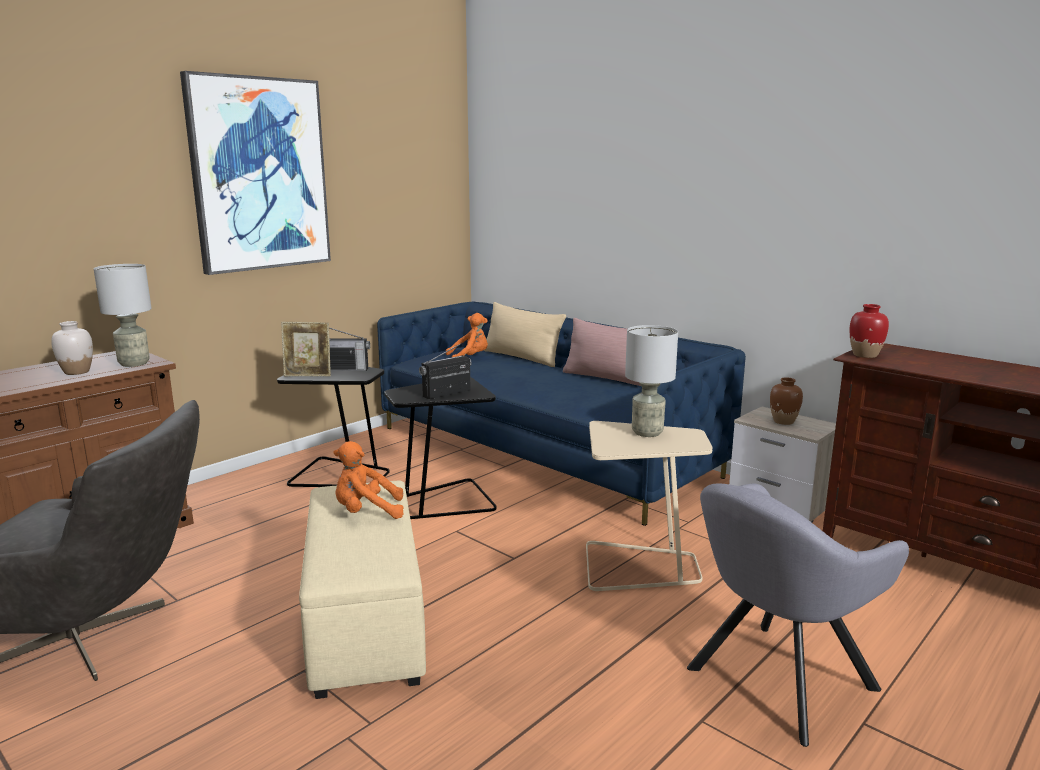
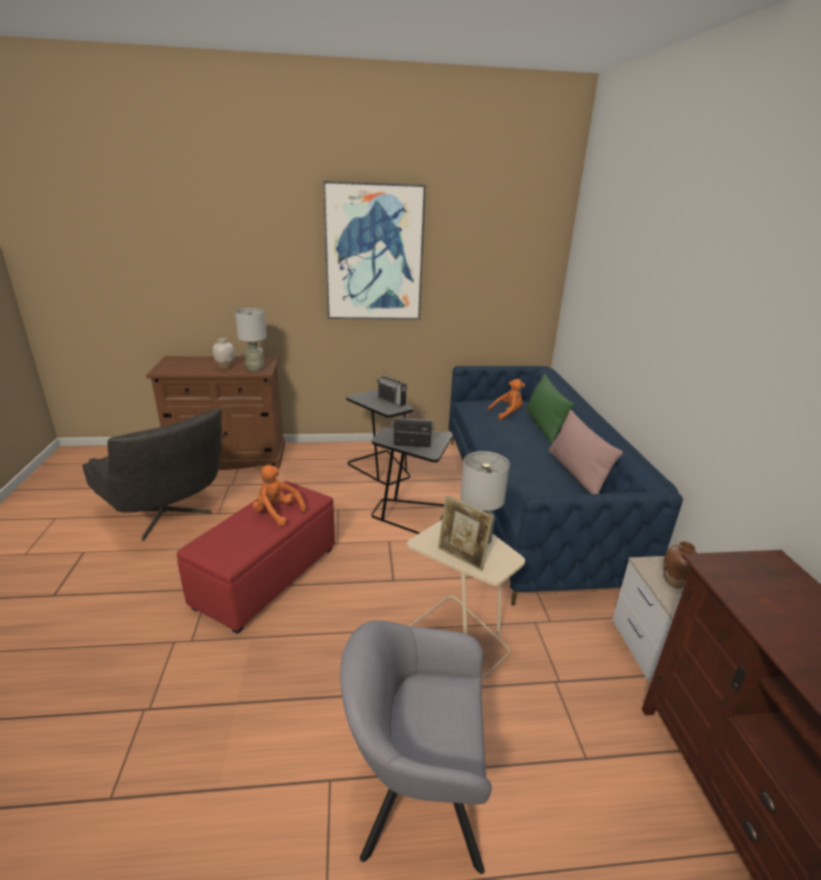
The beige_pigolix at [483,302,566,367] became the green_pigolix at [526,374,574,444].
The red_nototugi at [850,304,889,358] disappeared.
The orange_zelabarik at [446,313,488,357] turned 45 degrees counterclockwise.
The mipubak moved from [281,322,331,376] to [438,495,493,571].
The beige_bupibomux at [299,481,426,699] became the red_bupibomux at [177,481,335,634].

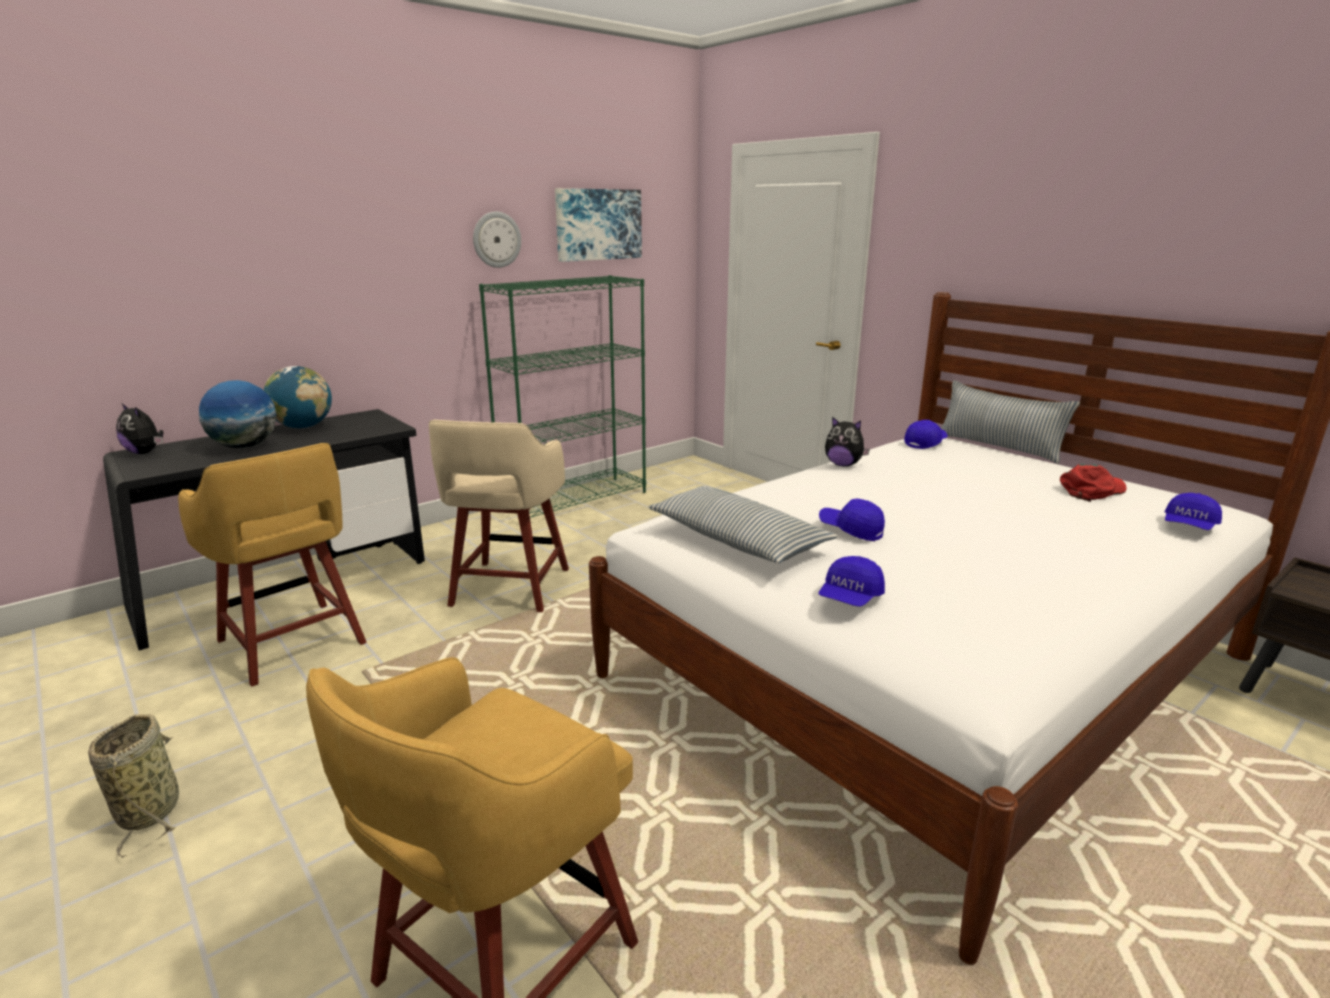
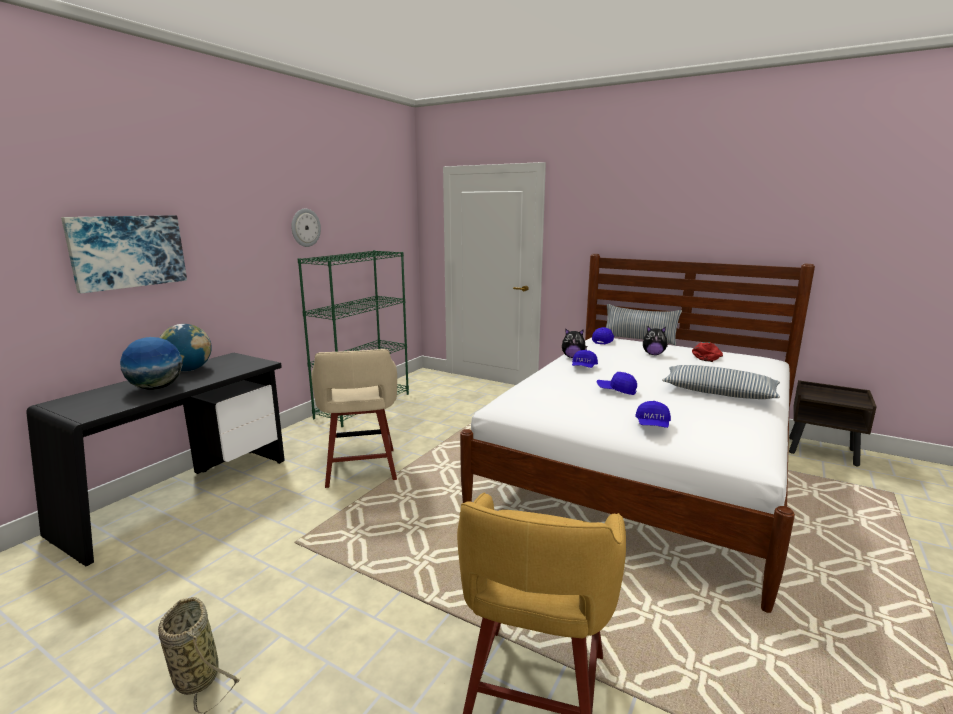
The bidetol moved from [555,188,642,262] to [61,215,187,293].
The zelabarik moved from [116,404,163,454] to [643,326,668,355].
The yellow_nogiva at [178,443,367,686] disappeared.
The pigolix moved from [648,486,838,563] to [662,365,780,399].
The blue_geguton moved from [1165,493,1222,530] to [572,350,598,368].

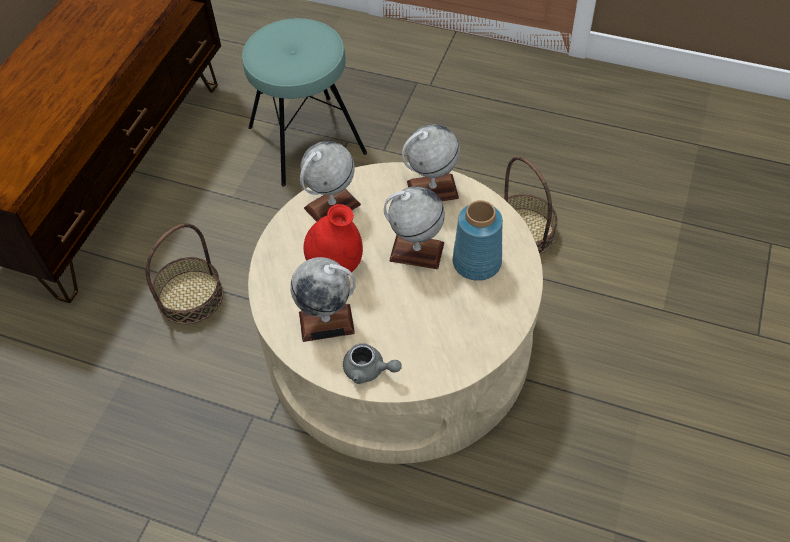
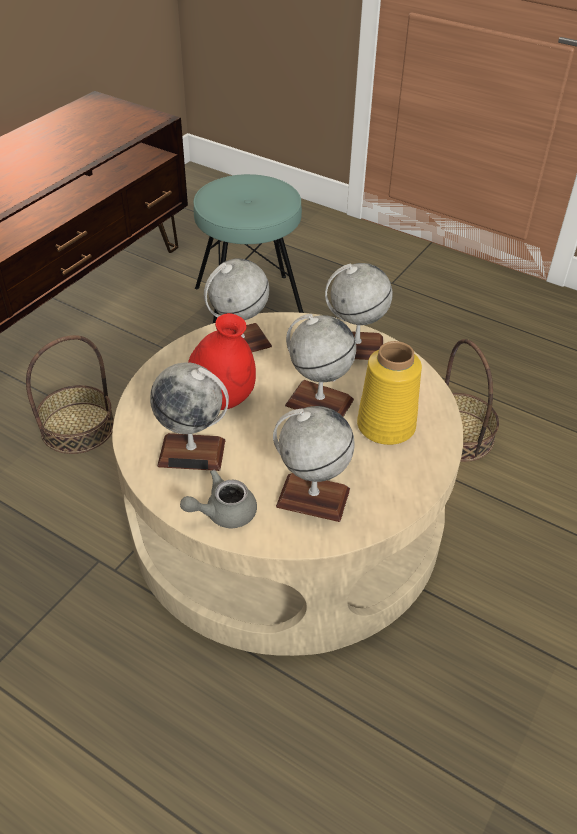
The blue_nototugi at [453,200,503,281] became the yellow_nototugi at [357,341,422,445].
The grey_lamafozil at [343,343,402,384] turned 120 degrees clockwise.
The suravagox at [273,406,355,522] appeared.

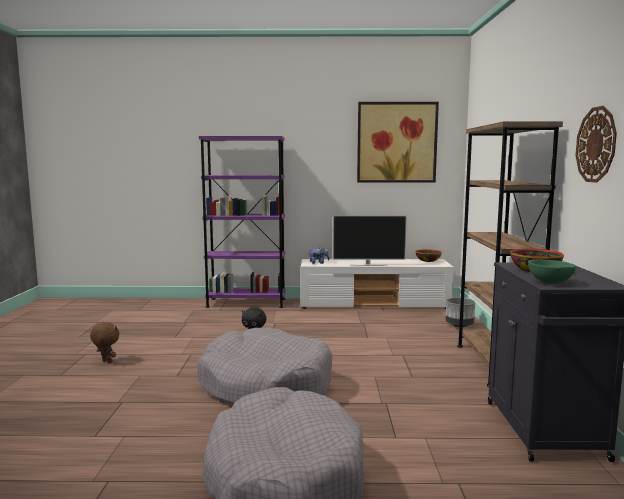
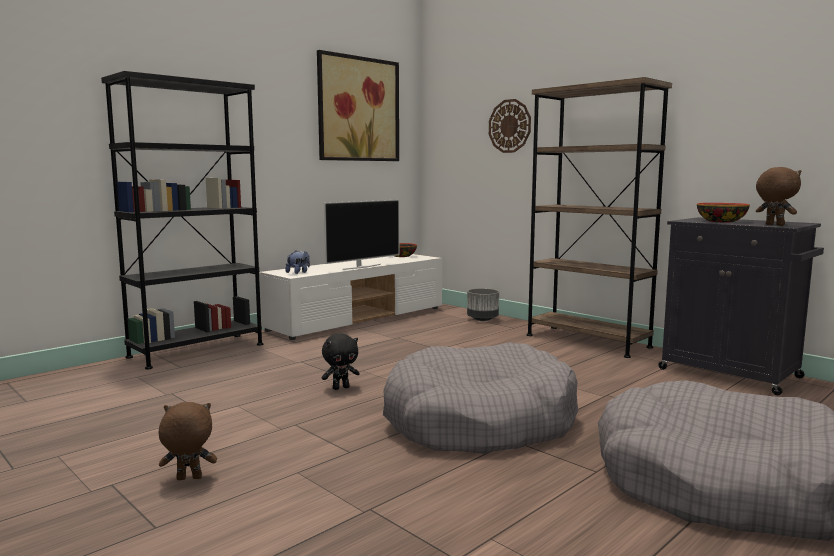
The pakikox moved from [575,106,617,183] to [489,99,531,153].
The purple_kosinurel at [199,136,286,308] became the black_kosinurel at [101,71,263,369].
The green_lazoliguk at [528,260,577,284] was replaced by the brown_zelabarik at [756,167,801,226].

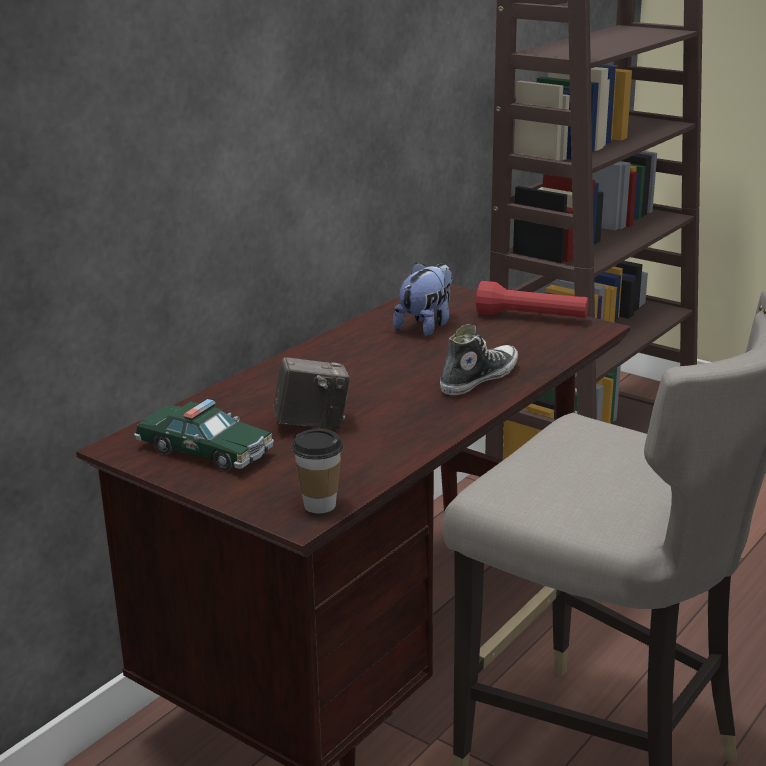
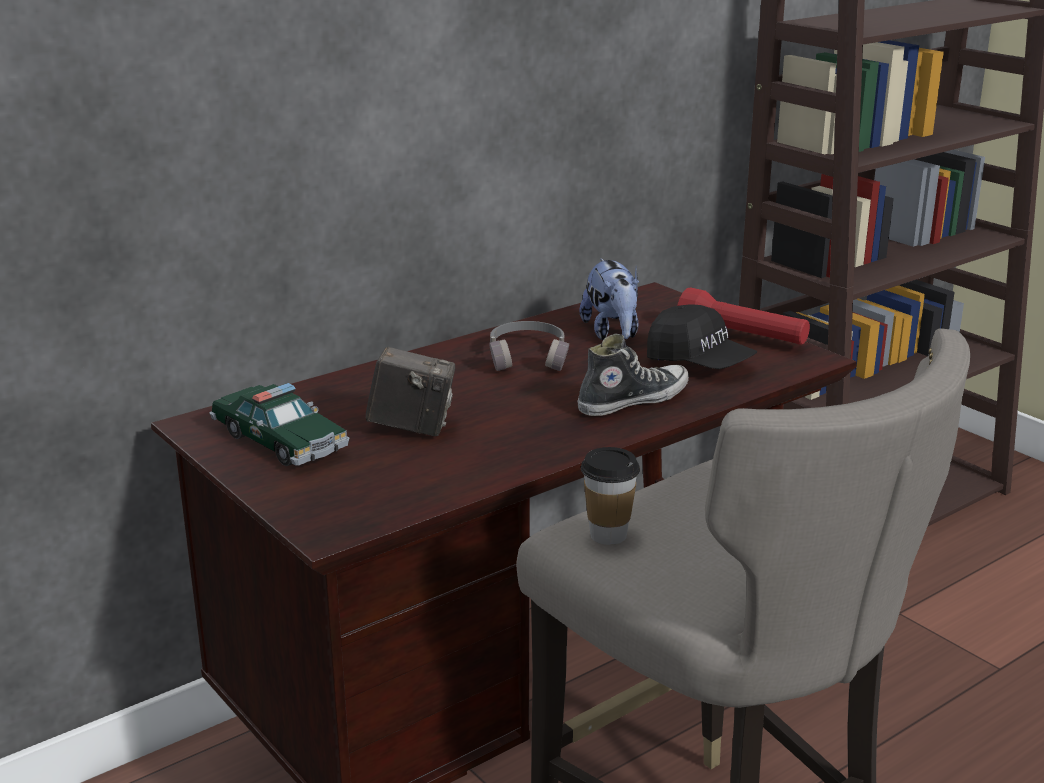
The zelabarik at [393,262,452,336] turned 120 degrees clockwise.
The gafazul moved from [292,429,343,513] to [581,447,640,545].
The black_geguton at [647,305,757,369] appeared.
The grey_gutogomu at [489,321,569,371] appeared.

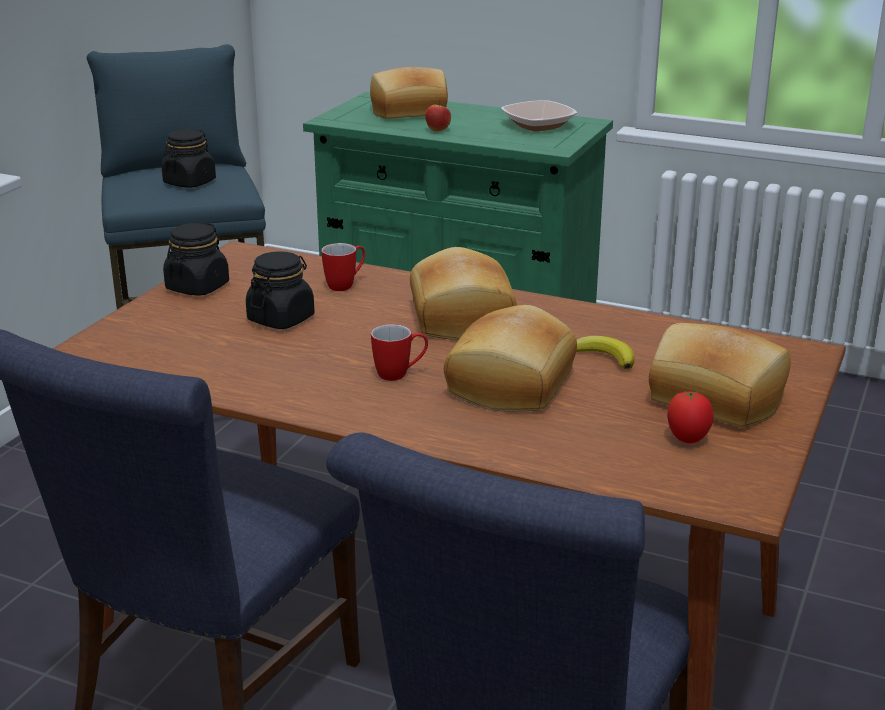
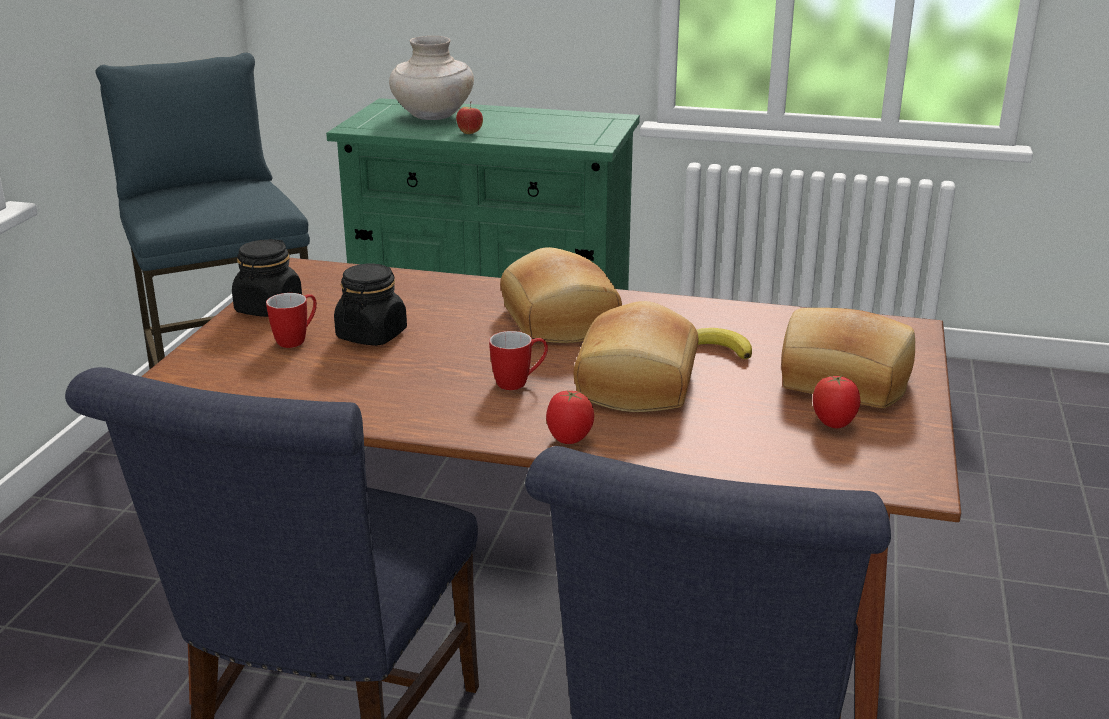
The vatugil at [370,67,448,119] was replaced by the beige_nototugi at [389,36,474,120].
The lazoliguk at [501,100,577,131] disappeared.
The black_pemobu at [162,129,216,188] disappeared.
The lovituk moved from [321,243,365,291] to [266,293,317,348].
The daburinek at [546,391,594,444] appeared.

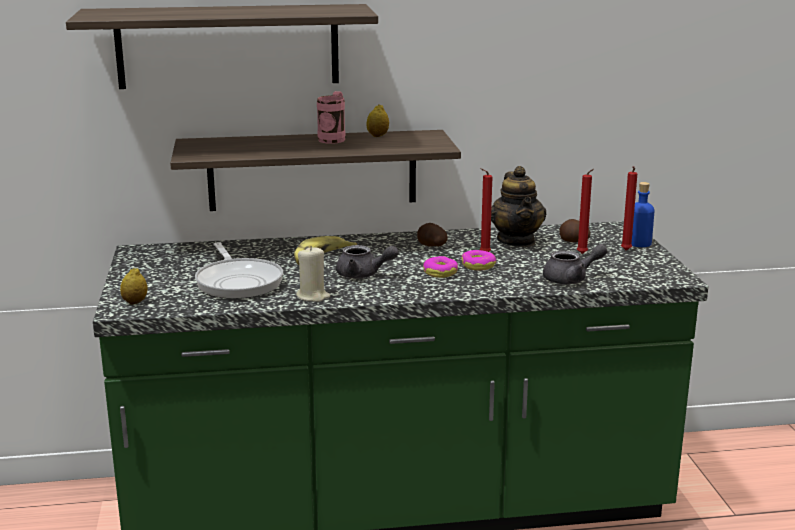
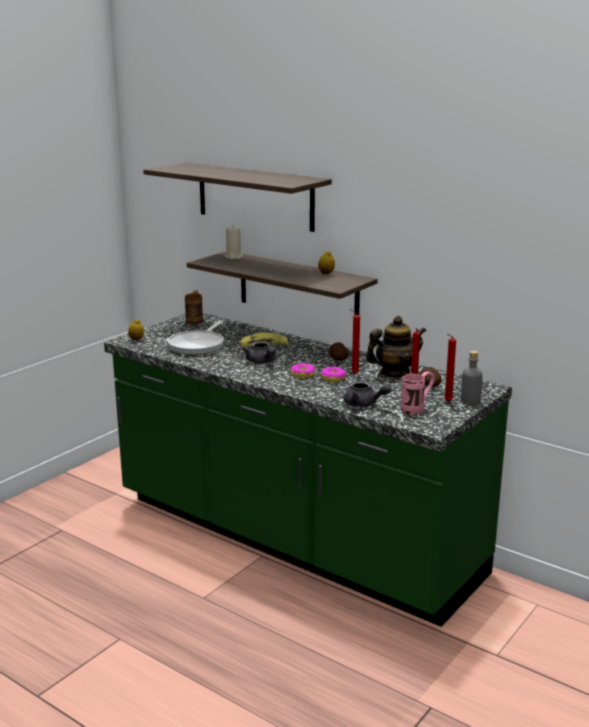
The pink_lovituk moved from [317,91,345,144] to [401,372,435,415].
The lamafozil at [491,166,546,247] turned 150 degrees counterclockwise.
The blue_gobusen at [632,182,655,247] became the grey_gobusen at [461,351,483,405].
The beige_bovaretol moved from [296,246,330,302] to [225,226,243,259].
The brown_lovituk at [185,290,203,324] appeared.

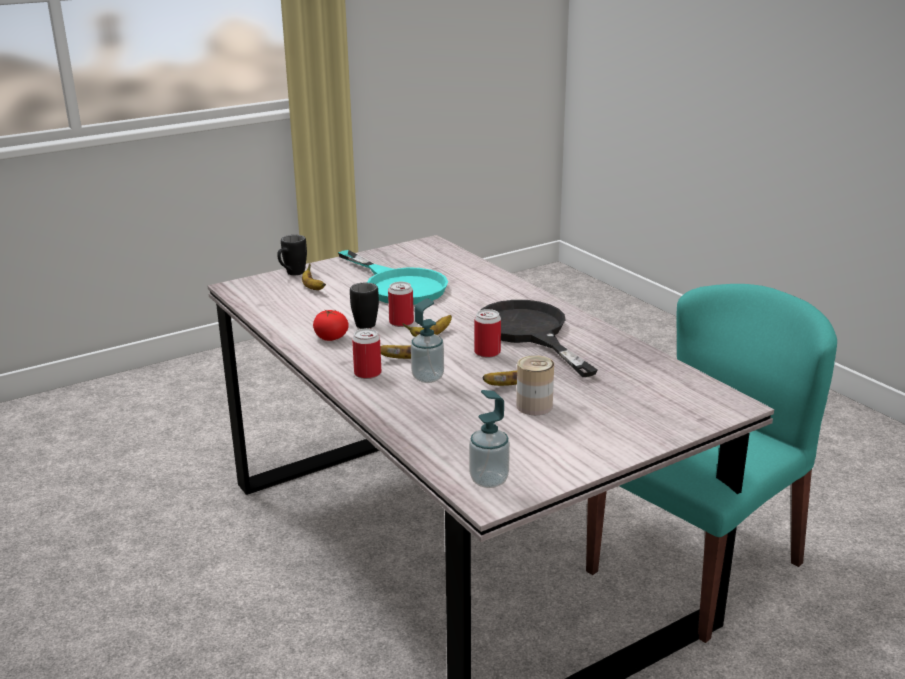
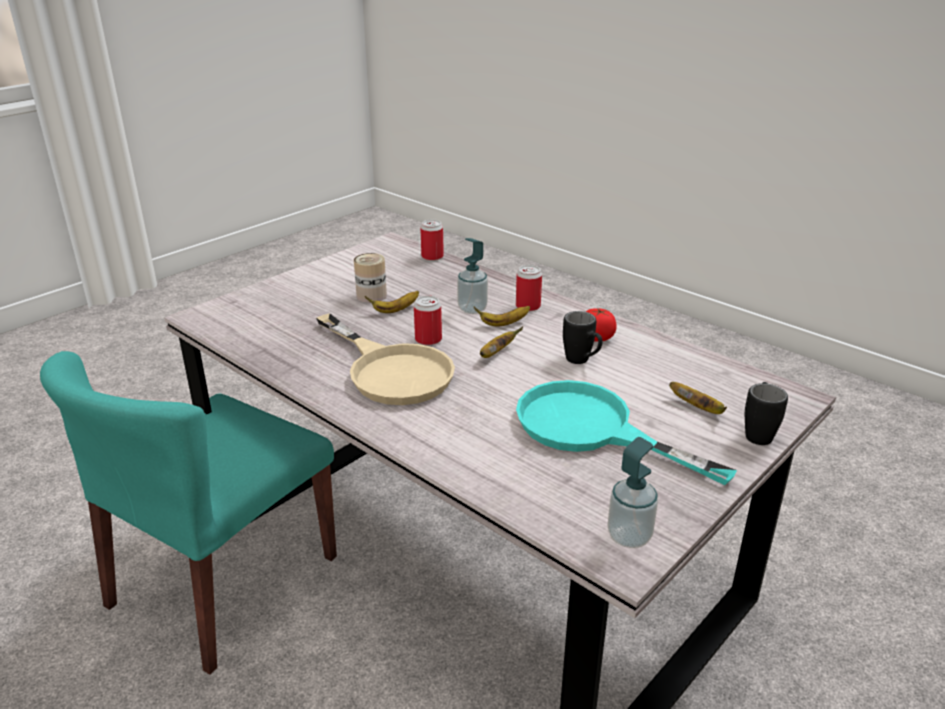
The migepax moved from [388,282,414,327] to [420,219,444,261].
The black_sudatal at [481,300,598,377] became the beige_sudatal at [316,313,455,405].
The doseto moved from [469,390,510,488] to [607,437,658,548].

